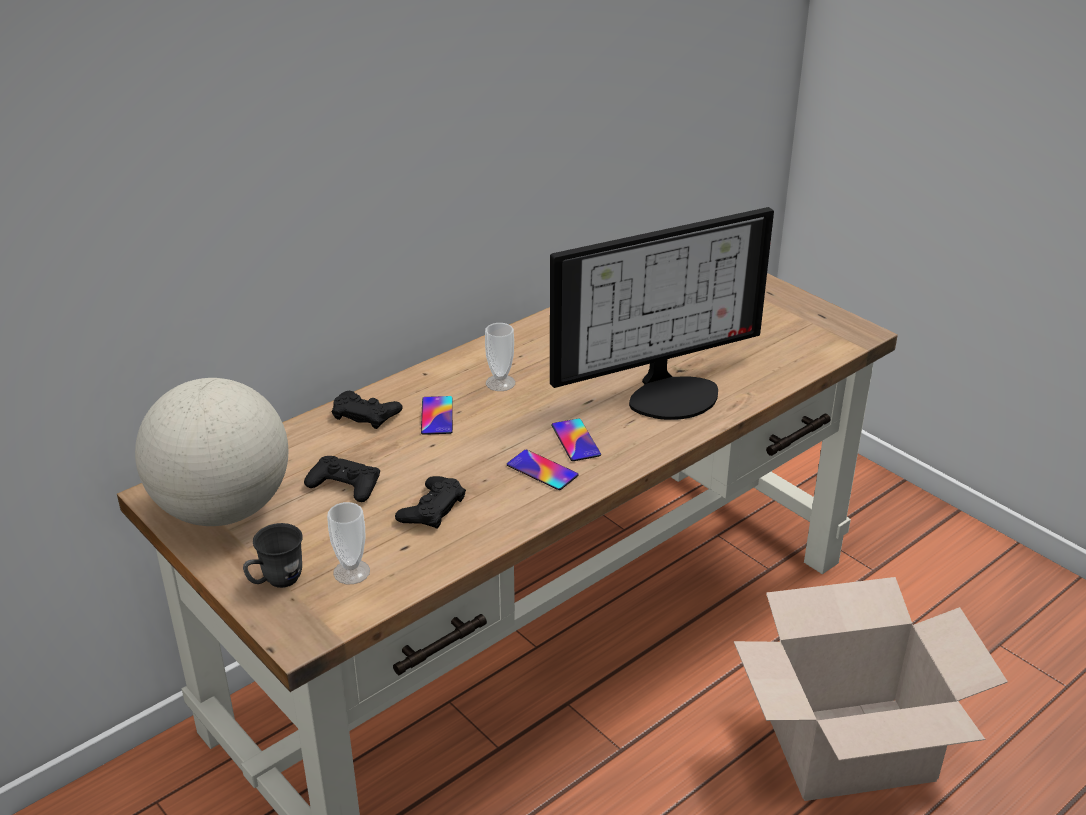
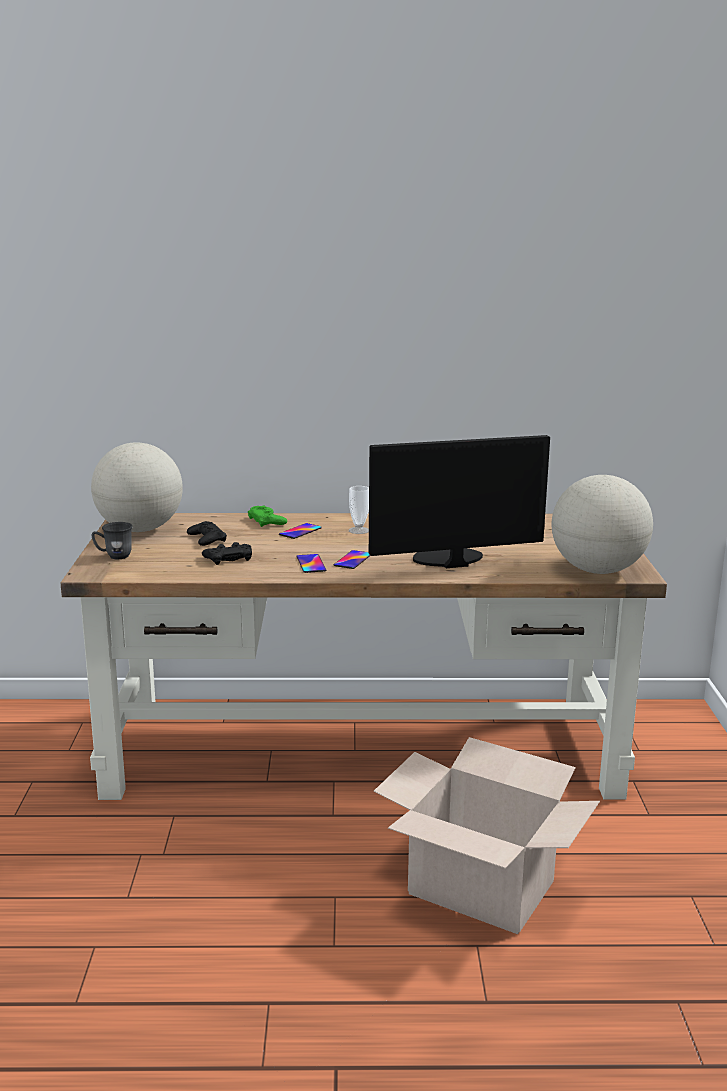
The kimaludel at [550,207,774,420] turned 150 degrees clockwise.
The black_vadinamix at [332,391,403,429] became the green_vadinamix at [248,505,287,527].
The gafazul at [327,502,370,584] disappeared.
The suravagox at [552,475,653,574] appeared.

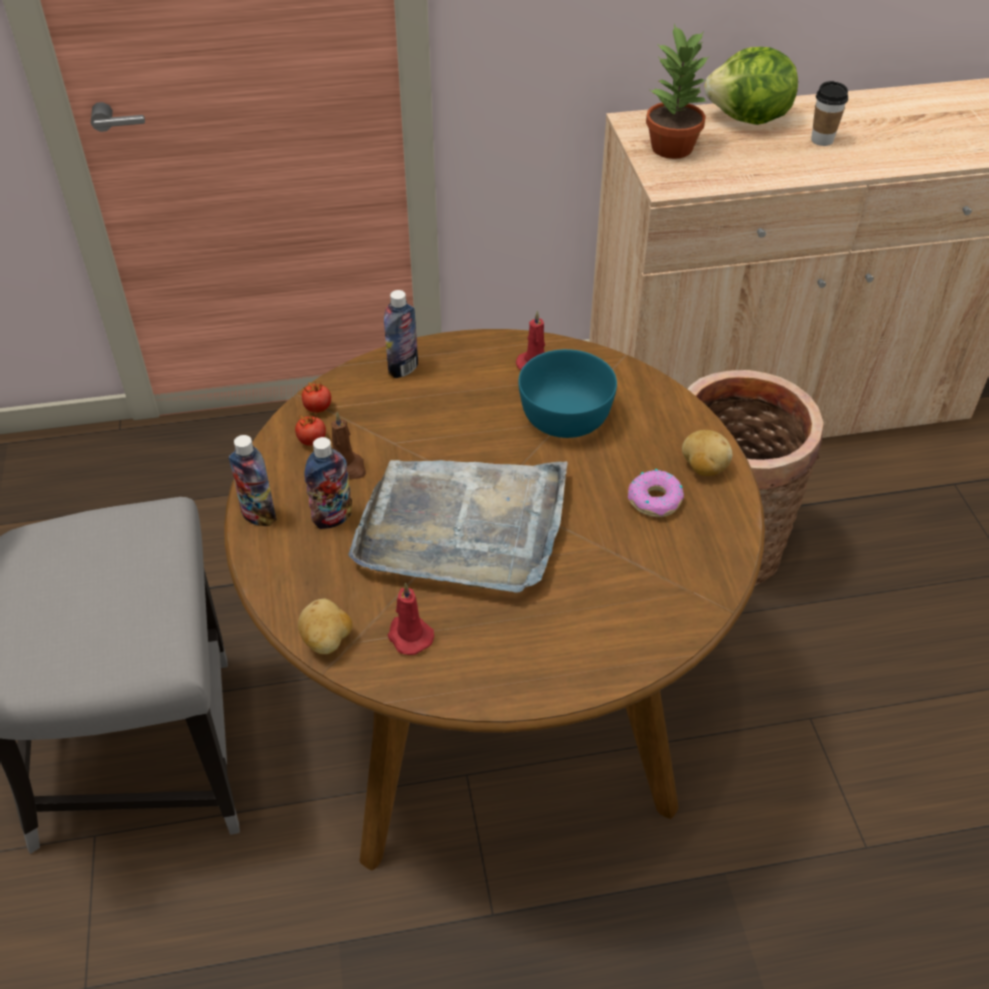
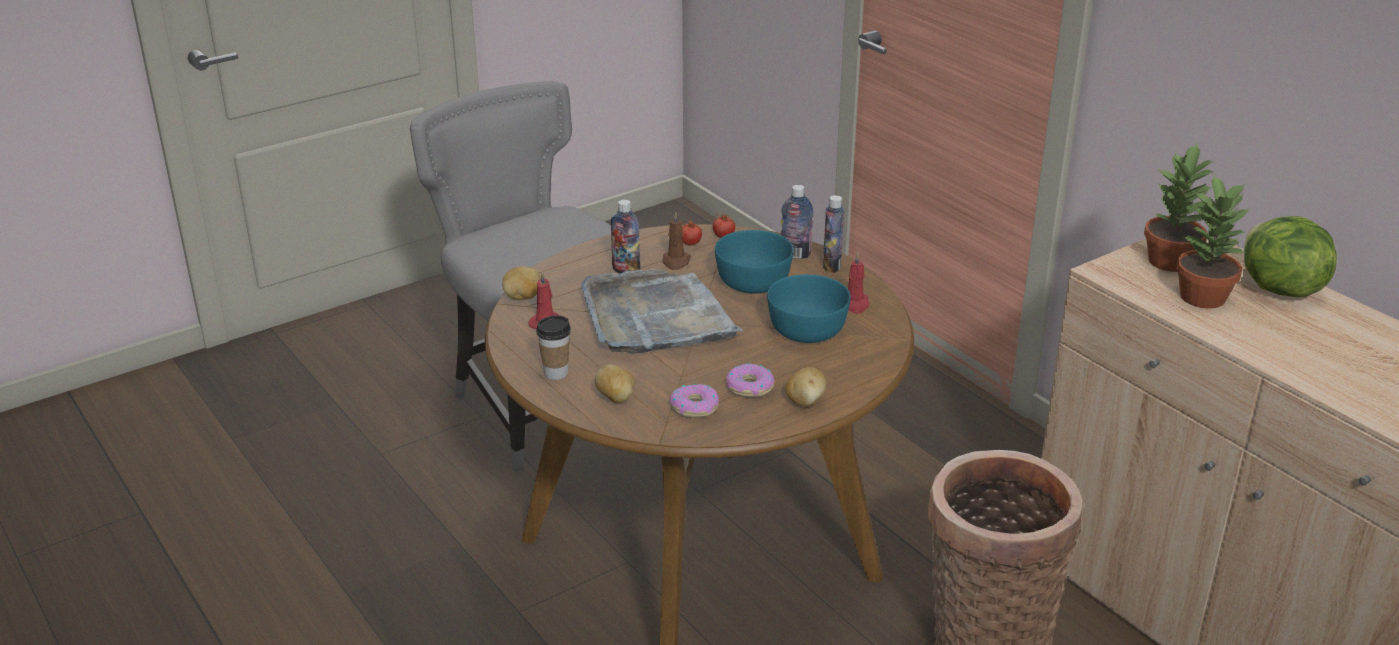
The gafazul moved from [811,81,848,146] to [536,315,571,380].
The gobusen moved from [229,435,276,526] to [823,195,844,273].
The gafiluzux at [1176,175,1251,309] appeared.
The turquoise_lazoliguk at [715,230,793,294] appeared.
The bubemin at [595,364,634,403] appeared.
The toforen at [669,384,719,418] appeared.

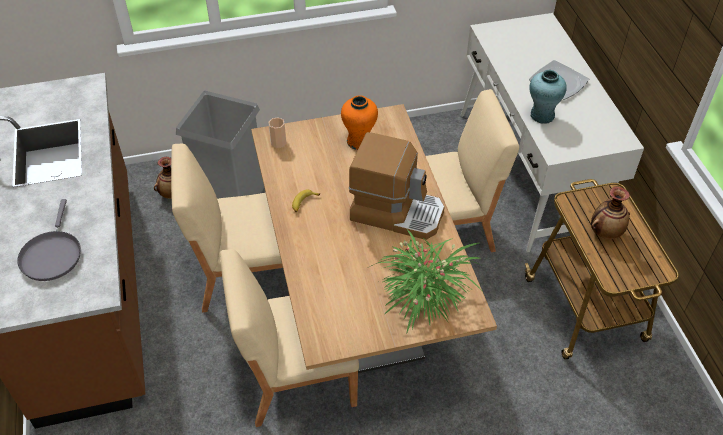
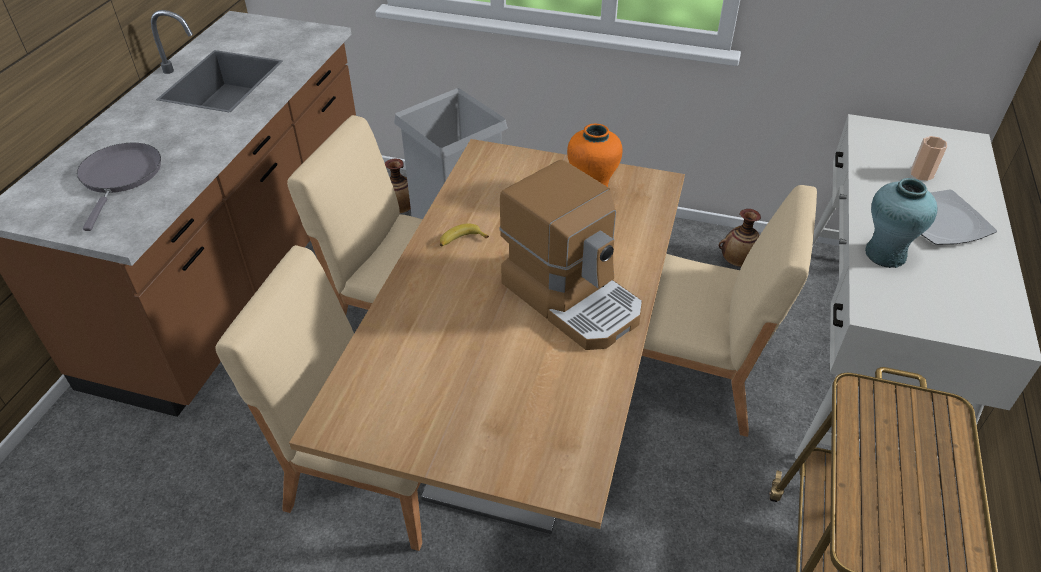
The gafazul moved from [268,117,286,148] to [911,136,947,181].
The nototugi moved from [591,187,630,239] to [719,209,761,267].
The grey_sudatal at [17,199,81,281] turned 150 degrees clockwise.
The gafiluzux at [374,230,485,335] disappeared.

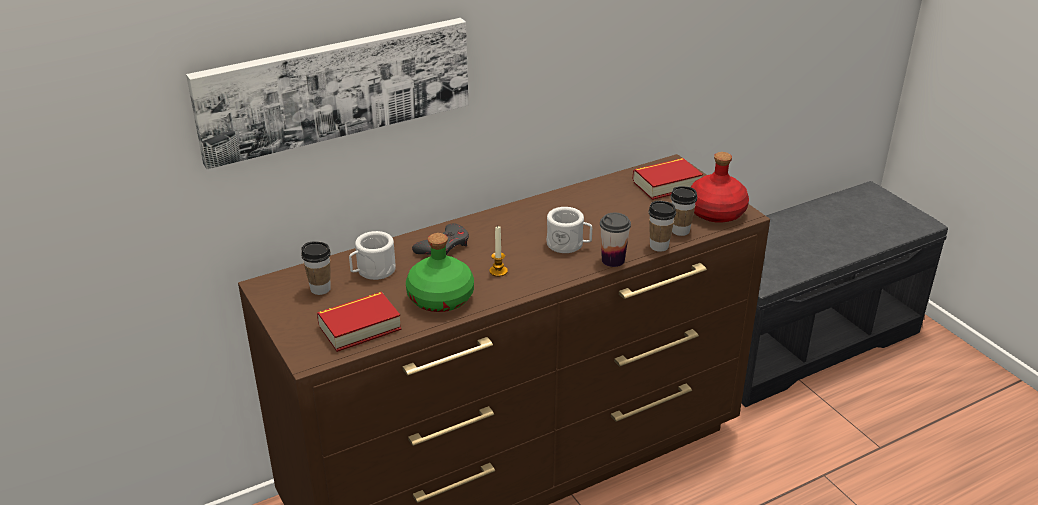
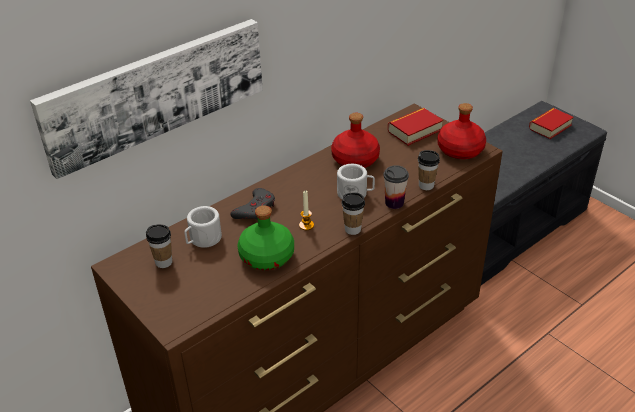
The gafazul moved from [671,186,697,236] to [342,192,365,235].
The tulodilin moved from [317,292,401,352] to [529,108,574,139].
The red_gobusen at [331,113,380,168] appeared.

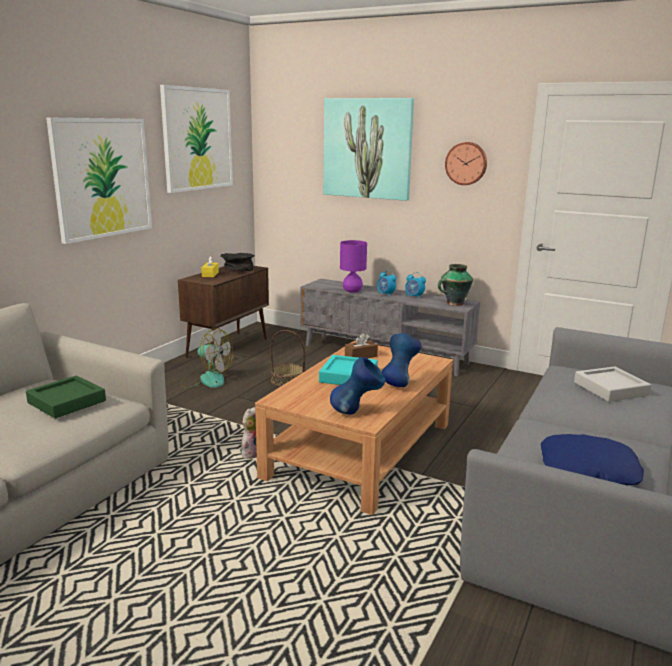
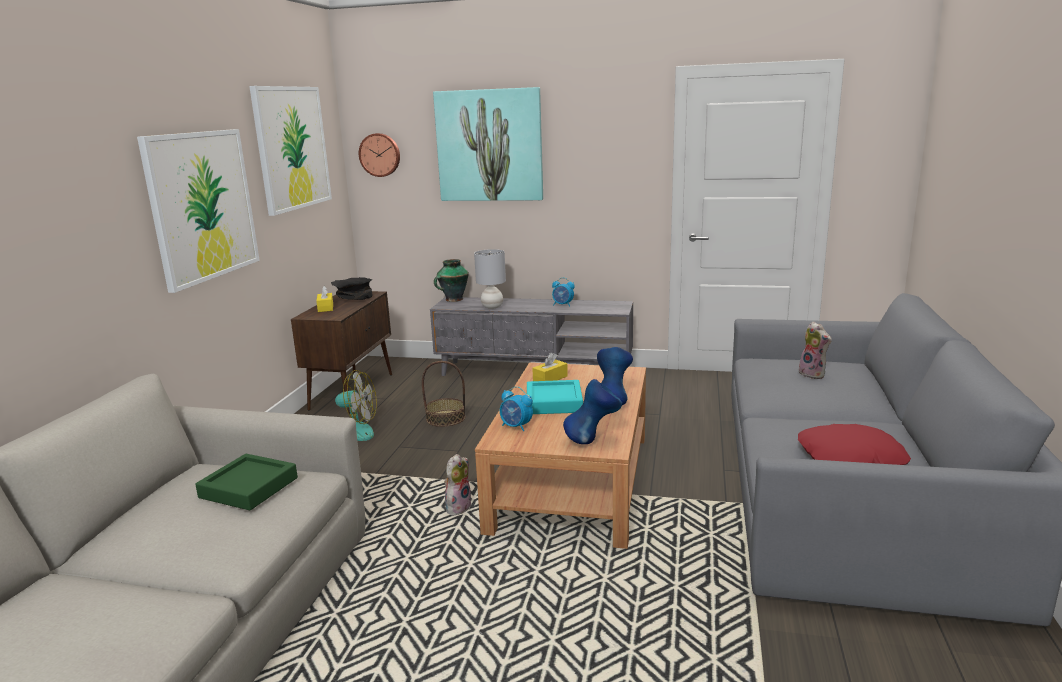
The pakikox moved from [445,142,487,185] to [359,133,400,177].
The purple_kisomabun at [340,240,367,293] became the grey_kisomabun at [474,249,506,309].
The nototugi moved from [438,264,473,306] to [434,259,469,302].
The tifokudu moved from [377,270,397,296] to [500,387,533,431].
The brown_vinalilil at [345,333,378,358] became the yellow_vinalilil at [532,353,568,381].
The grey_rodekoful at [574,366,651,402] was replaced by the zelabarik at [799,321,832,379].
The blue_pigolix at [541,434,644,485] became the red_pigolix at [798,424,911,465].

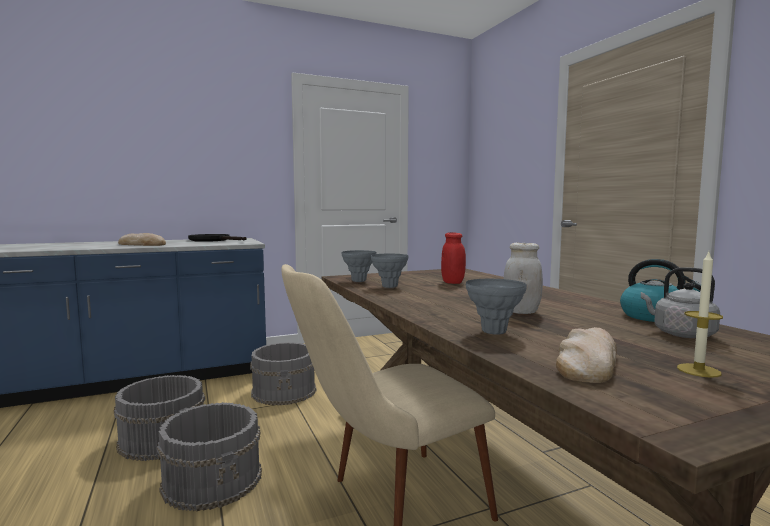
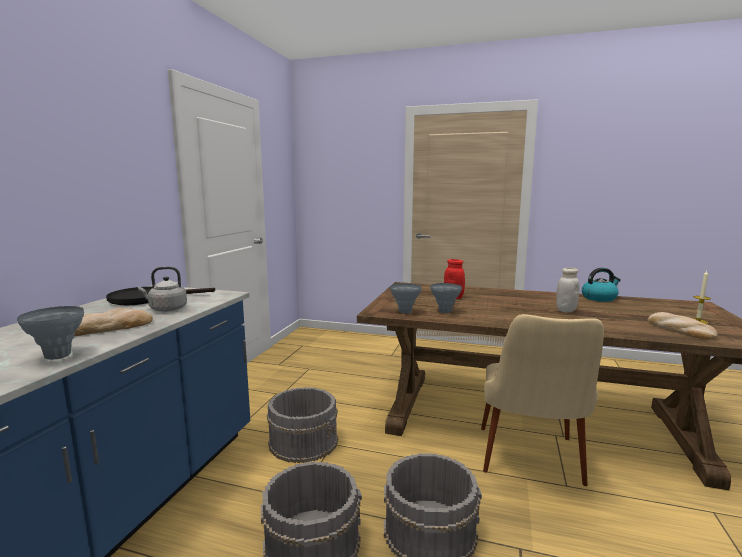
The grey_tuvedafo moved from [641,267,720,338] to [138,266,187,312].
The grey_nototugi moved from [466,279,527,335] to [17,306,84,360].

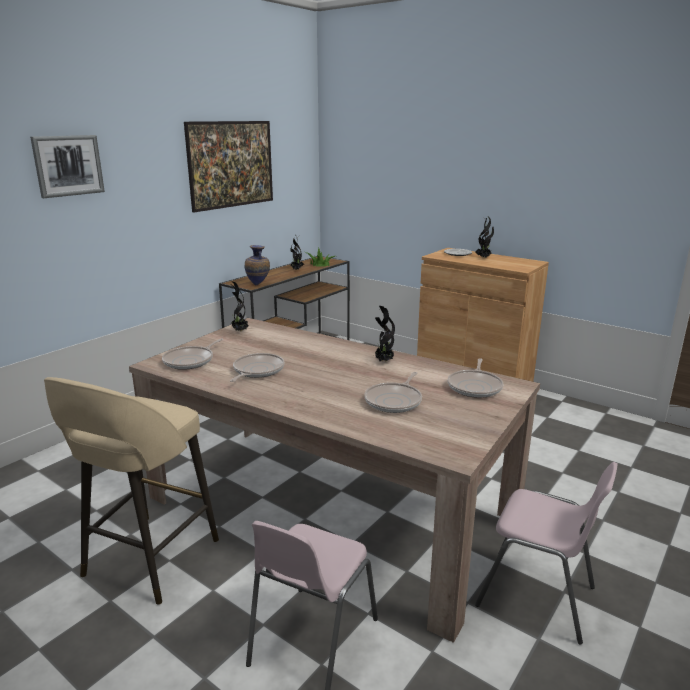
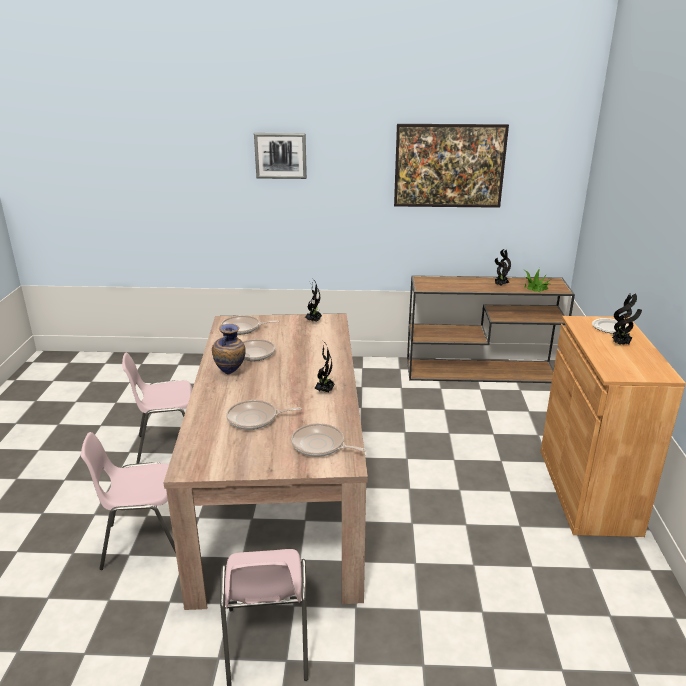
The nototugi moved from [245,245,270,285] to [212,324,246,374].
The sudatal at [448,358,503,398] turned 45 degrees clockwise.
The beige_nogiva at [44,377,219,605] was replaced by the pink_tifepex at [122,353,192,464].

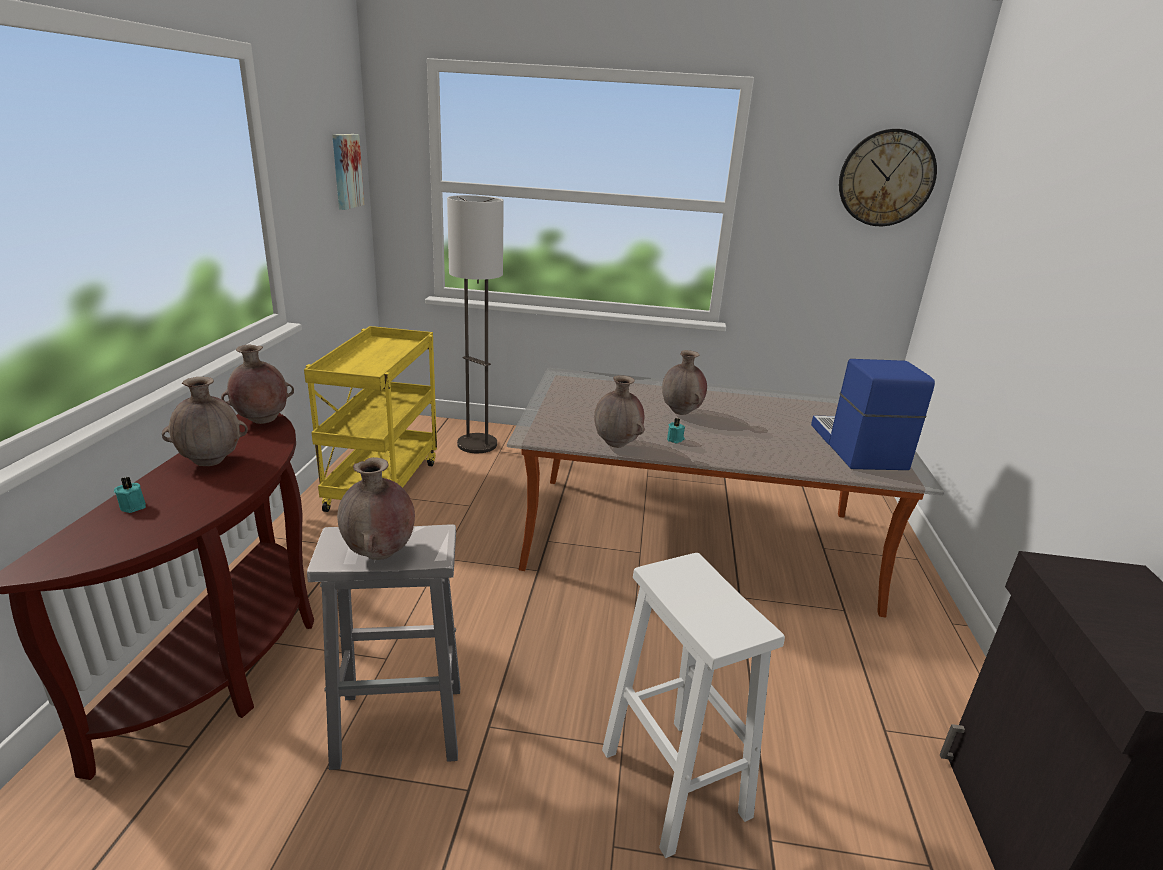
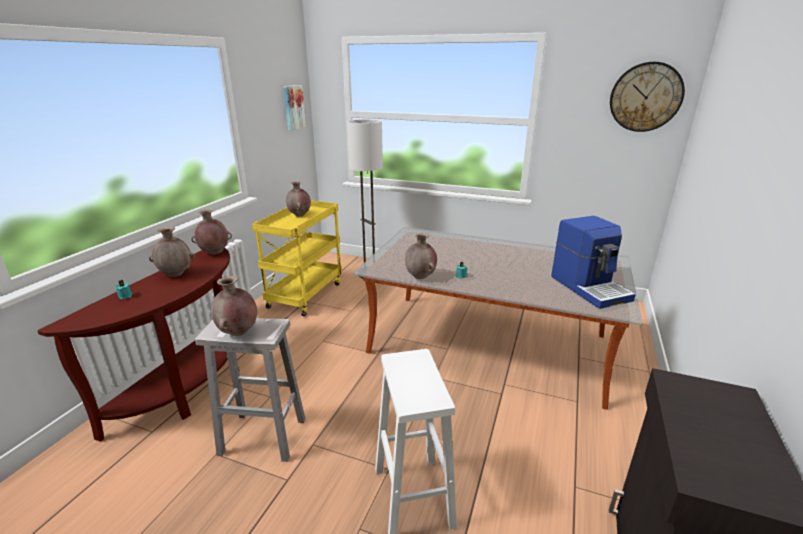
The brown_nototugi moved from [662,350,707,415] to [286,181,311,217].
The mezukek at [811,359,935,470] turned 150 degrees clockwise.

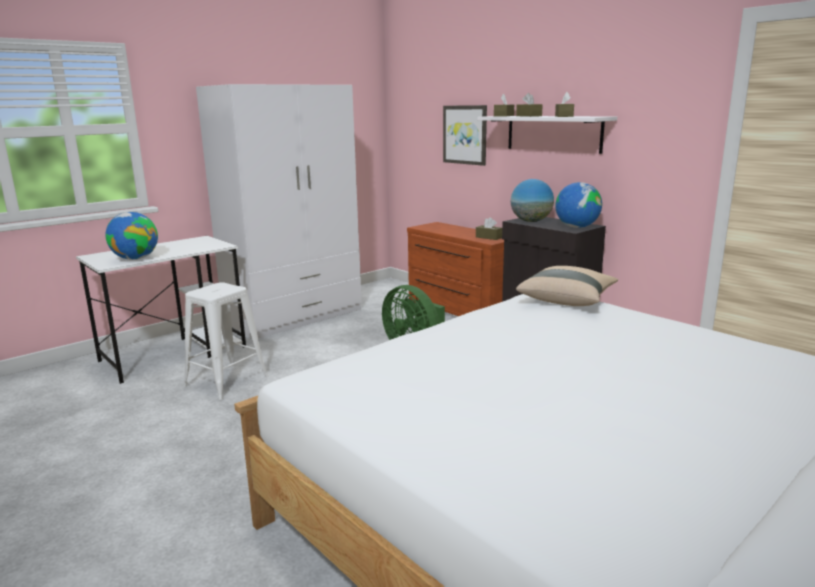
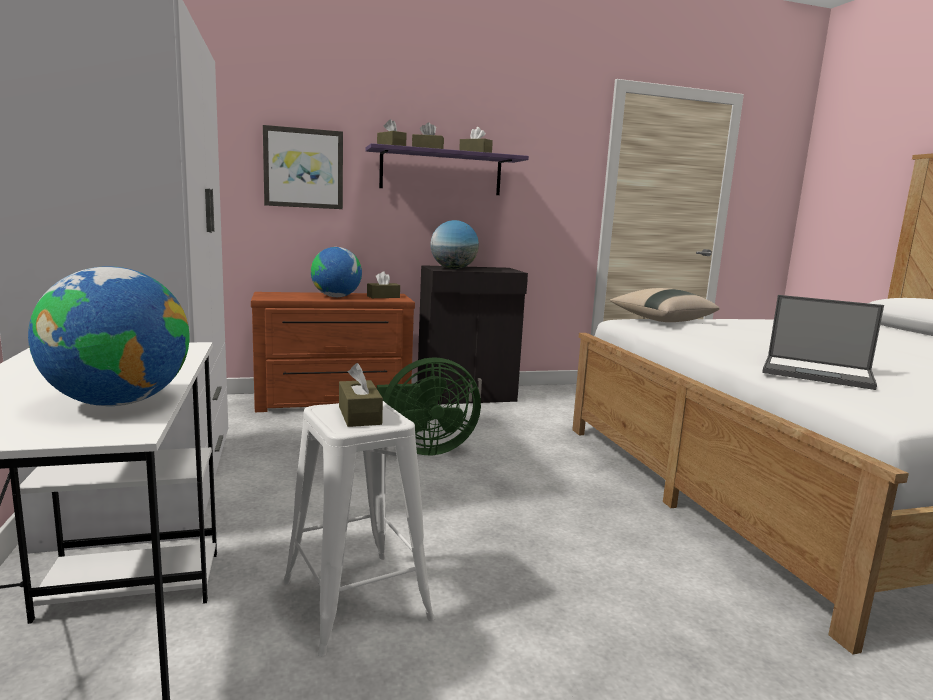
The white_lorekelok at [477,116,617,154] became the purple_lorekelok at [365,143,529,195].
The suravagox moved from [555,182,602,228] to [311,247,362,297].
The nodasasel at [762,295,884,390] appeared.
The brown_vinalilil at [339,363,383,427] appeared.

